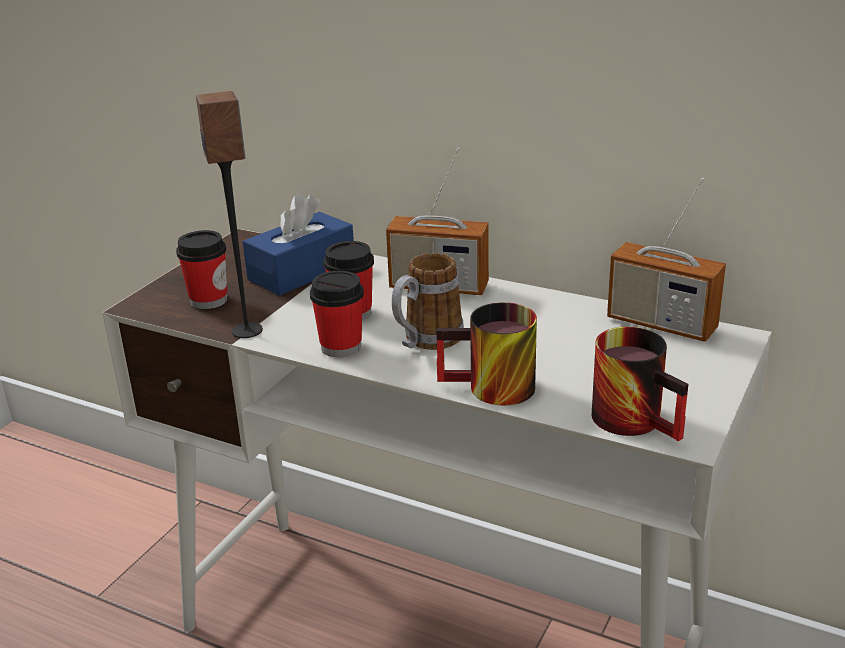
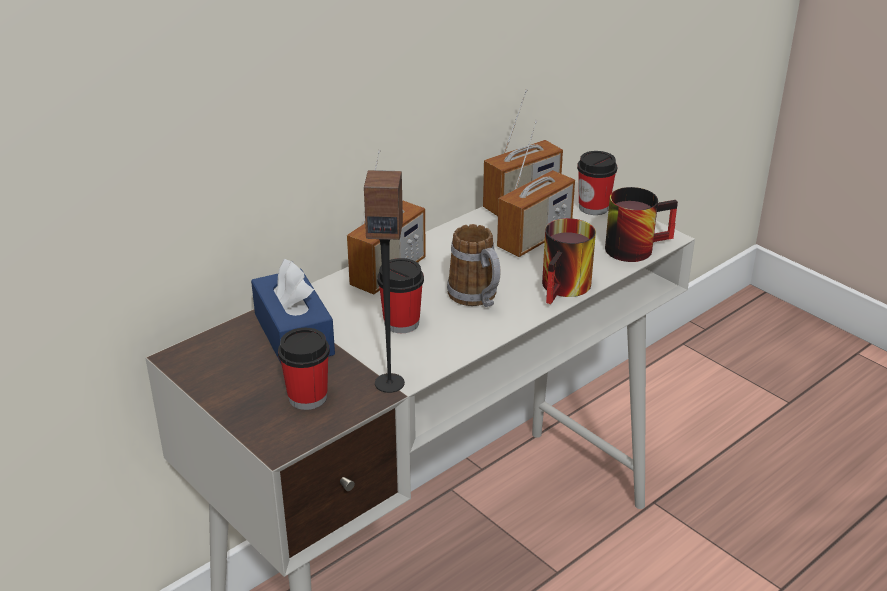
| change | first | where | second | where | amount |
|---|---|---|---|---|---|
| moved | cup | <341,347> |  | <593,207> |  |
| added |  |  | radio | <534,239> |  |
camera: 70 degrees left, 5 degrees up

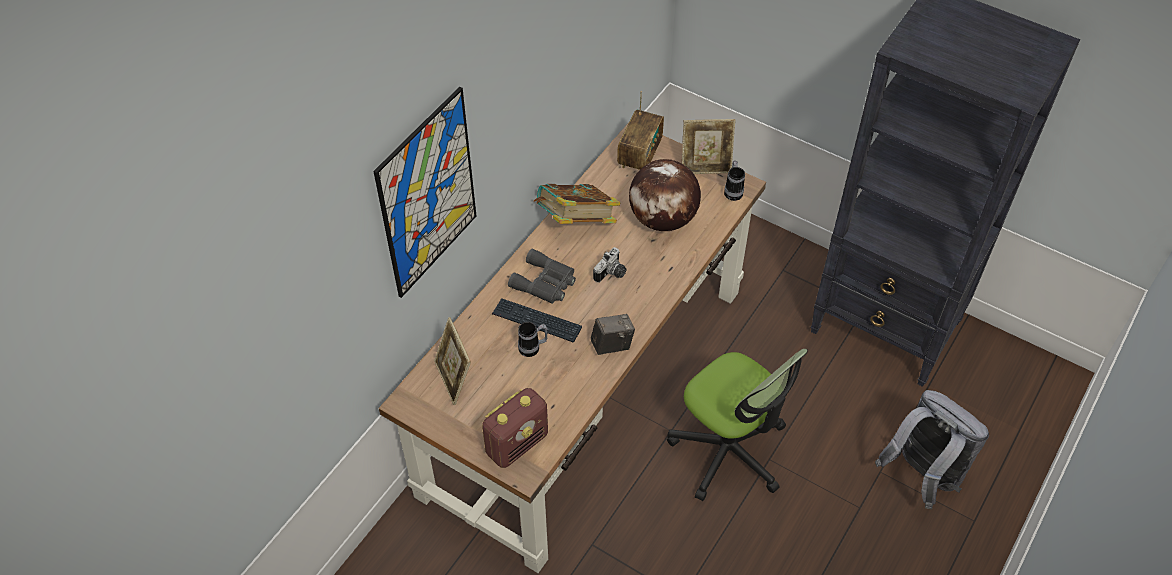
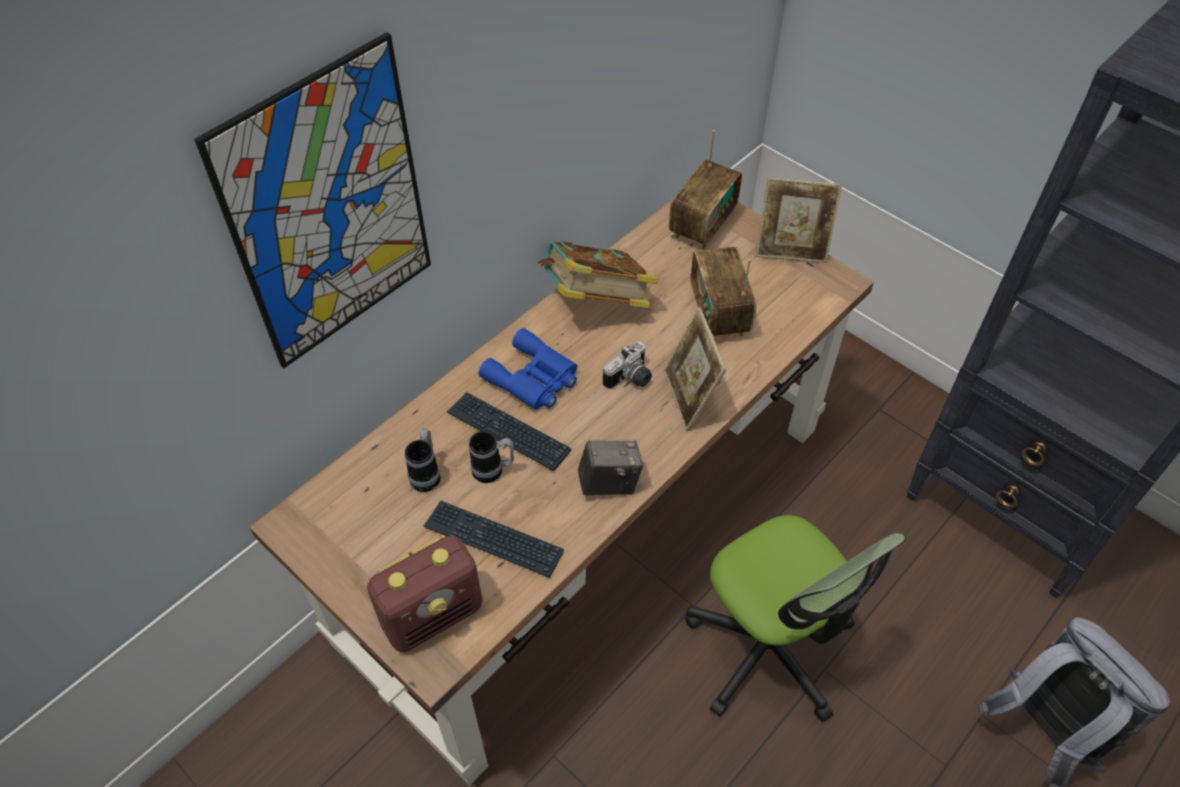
| change | first | where | second | where | amount |
|---|---|---|---|---|---|
| replaced | globe | <663,219> | radio | <719,313> |  |
| moved | mug | <733,191> |  | <427,474> |  |
| recoloured | binoculars in grey | <545,283> | binoculars in blue | <533,379> |  |
| moved | picture frame | <454,379> |  | <689,398> |  |
| added |  |  | keyboard | <493,540> |  |
camera: 10 degrees right, 0 degrees up

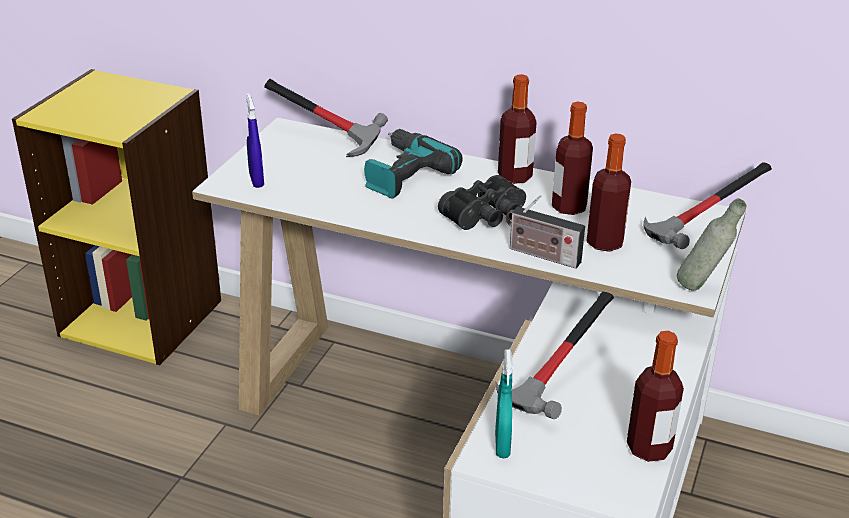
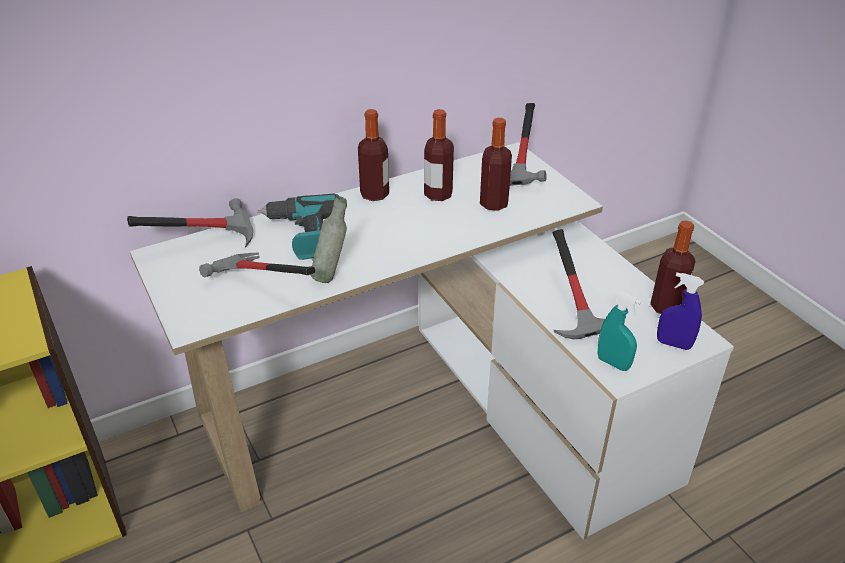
| change | first | where | second | where | amount |
|---|---|---|---|---|---|
| moved | spray bottle in blue | <256,180> |  | <673,344> |  |
| removed | binoculars in black | <487,216> |  |  |  |
| removed | radio | <541,255> |  |  |  |
| moved | bottle in grey | <702,288> |  | <332,276> |  |
| added |  |  | hammer | <258,288> |  |
camera: 50 degrees left, 5 degrees up

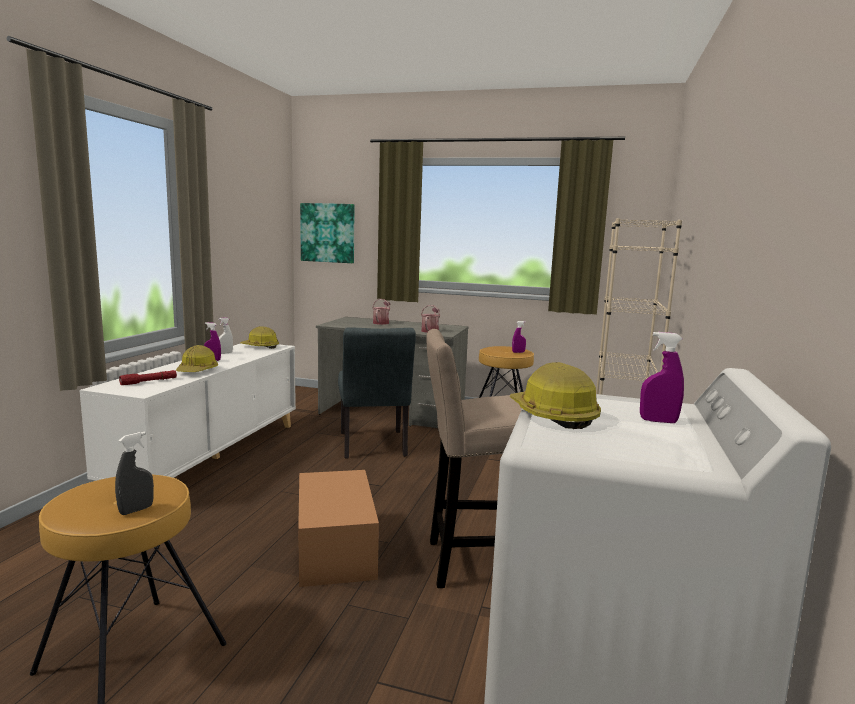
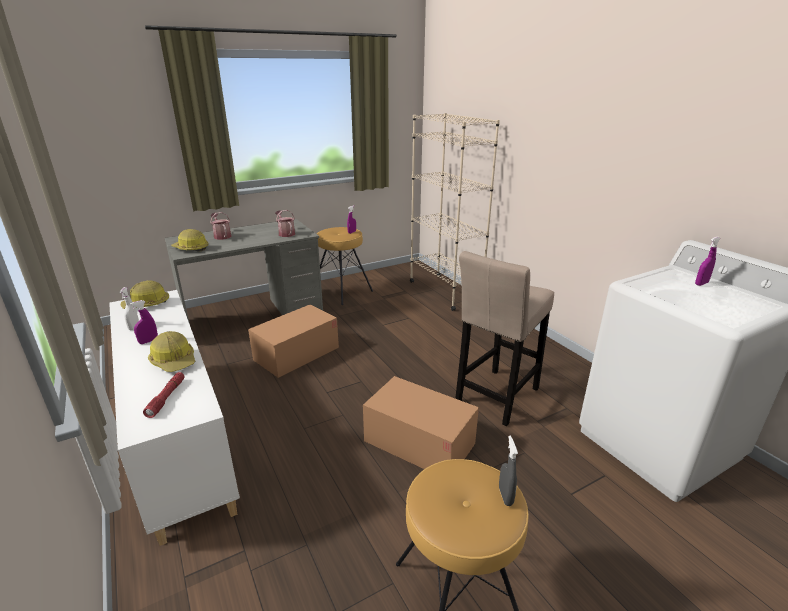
| change | first | where | second | where | amount |
|---|---|---|---|---|---|
| removed | picture | <328,233> |  |  |  |
| replaced | chair in grey | <373,447> | cardboard box | <296,353> |  |
| moved | hard hat | <553,416> |  | <191,248> |  |
camera: 45 degrees left, 15 degrees up

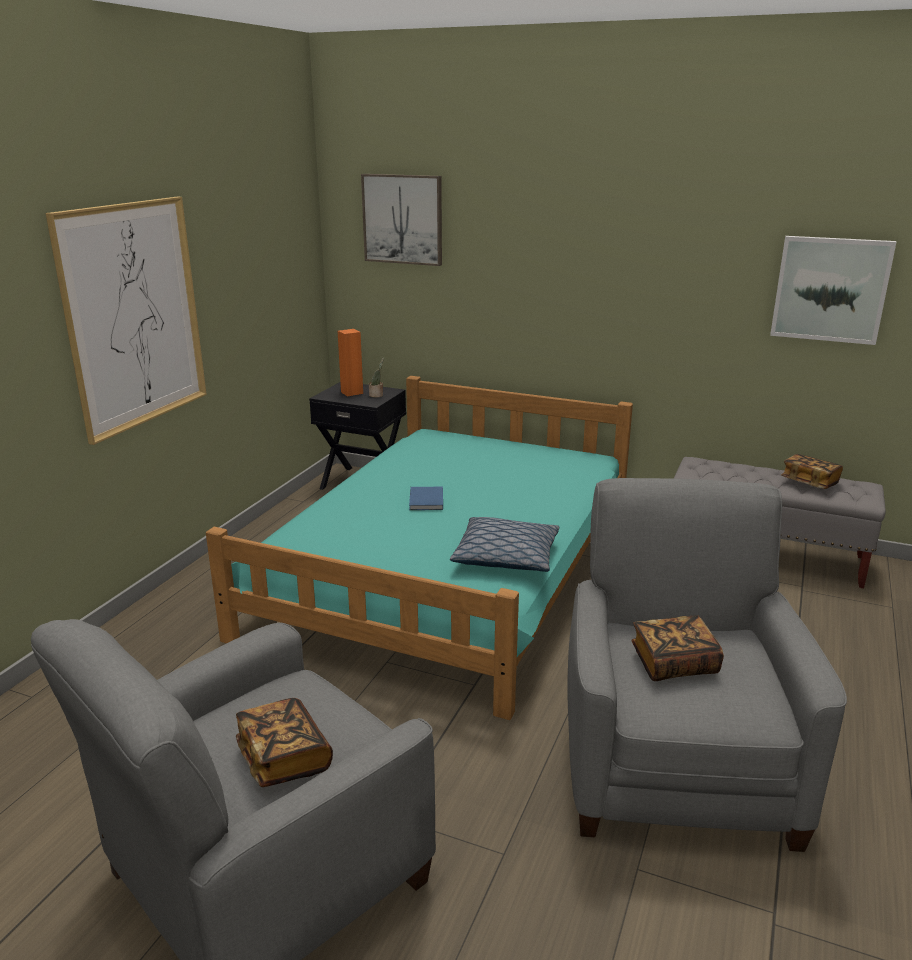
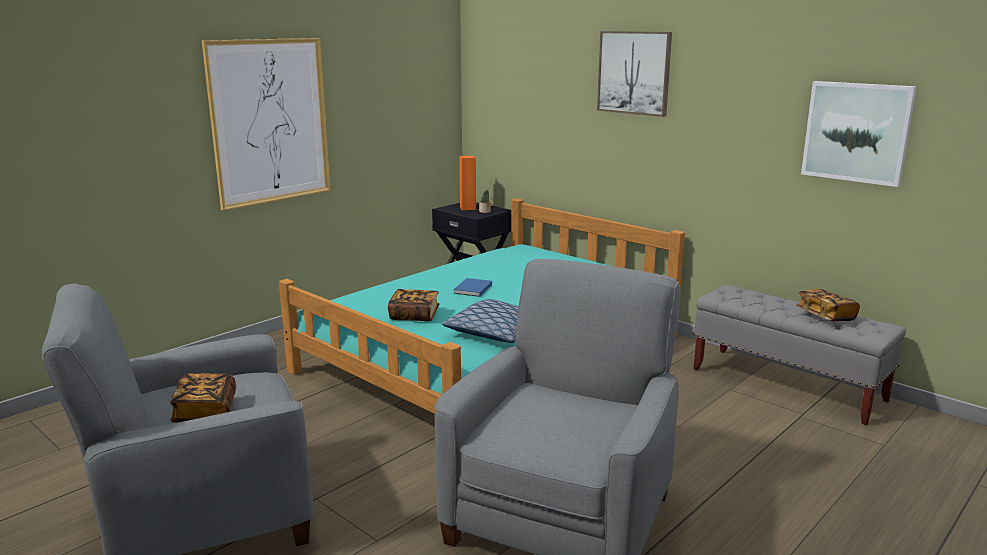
| change | first | where | second | where | amount |
|---|---|---|---|---|---|
| moved | picture | <403,219> |  | <634,72> |  |
| moved | book | <674,663> |  | <414,316> |  |
camera: 20 degrees right, 5 degrees down

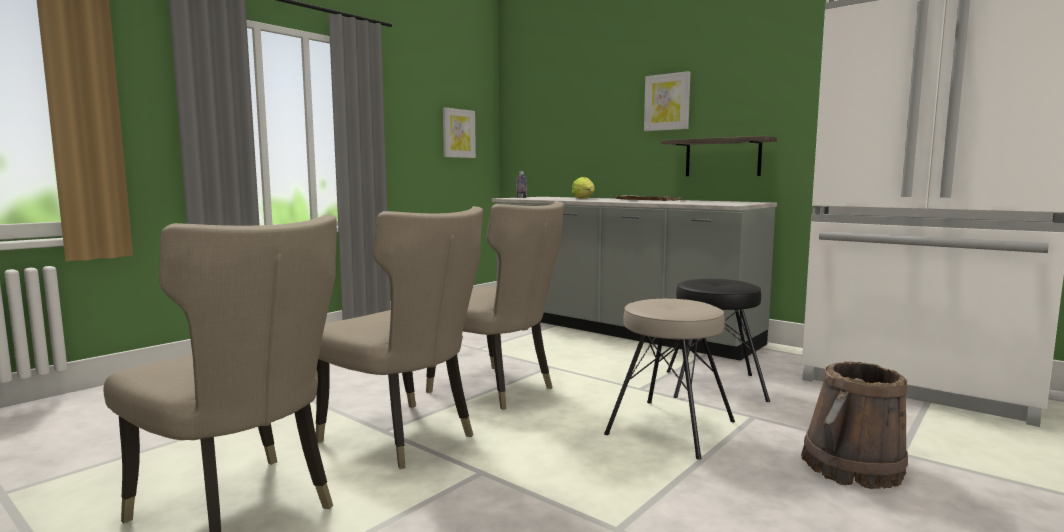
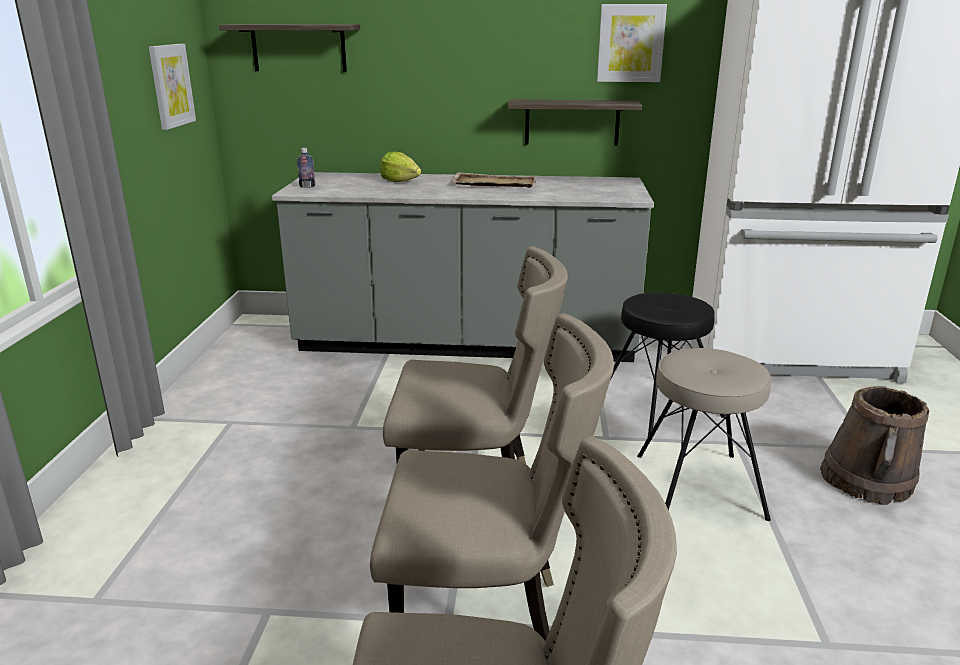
| change | first | where | second | where | amount |
|---|---|---|---|---|---|
| moved | picture | <667,102> |  | <630,43> |  |
| added |  |  | shelf | <298,48> |  |
camera: 35 degrees left, 15 degrees up

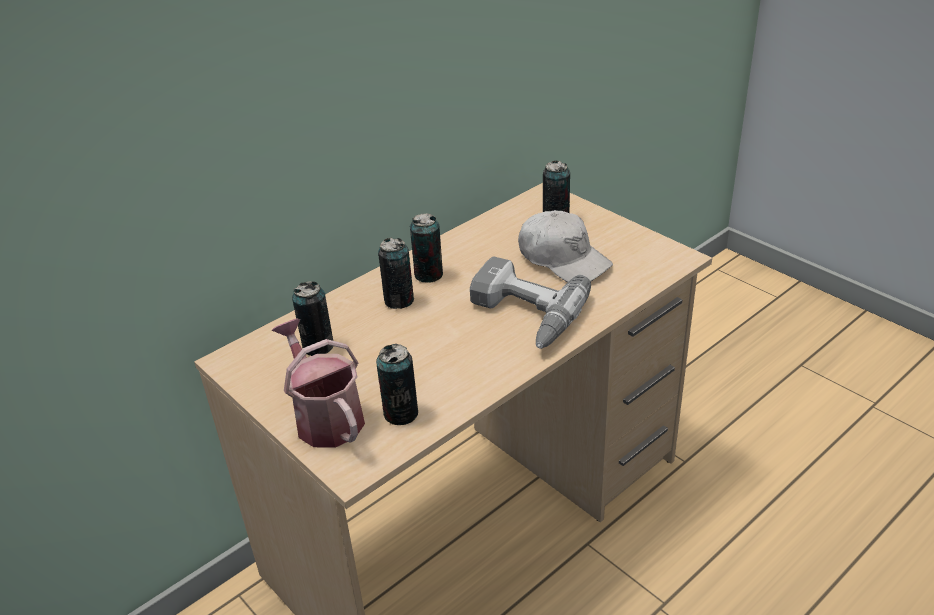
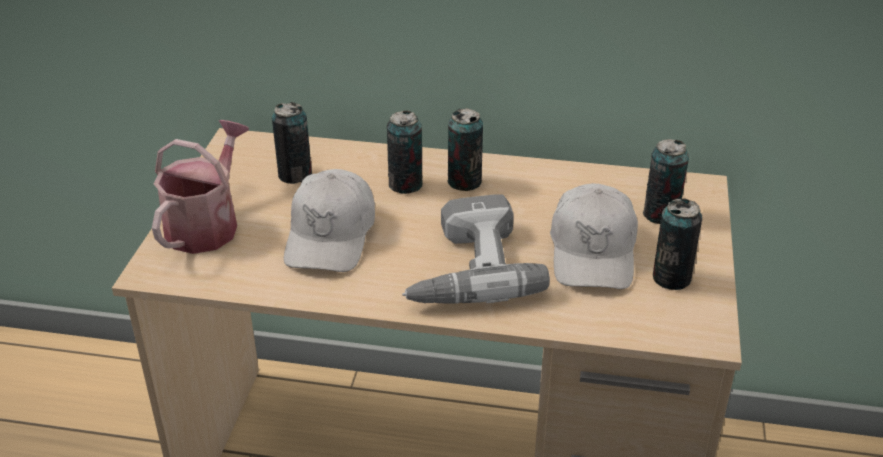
| change | first | where | second | where | amount |
|---|---|---|---|---|---|
| moved | can | <401,413> |  | <671,278> |  |
| added |  |  | cap in white | <331,236> |  |
camera: 50 degrees right, 0 degrees up

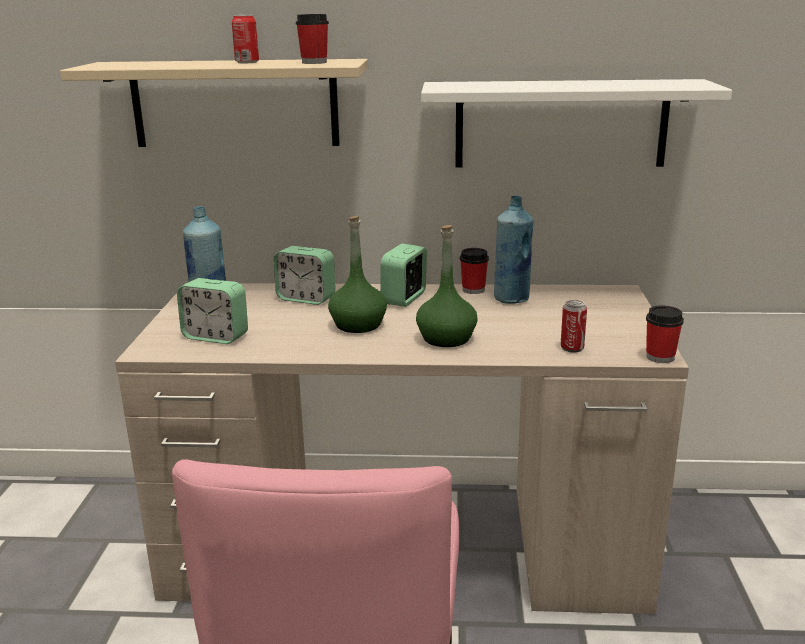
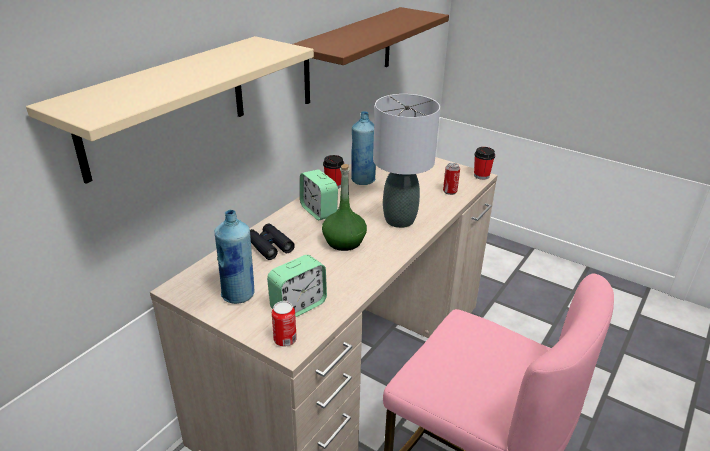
| change | first | where | second | where | amount |
|---|---|---|---|---|---|
| removed | cup | <314,62> |  |  |  |
| moved | can | <247,62> |  | <285,340> |  |
| recoloured | shelf in white | <560,124> | shelf in brown | <350,54> |  |
| replaced | bottle in green | <446,338> | table lamp in grey | <399,220> |  |
| replaced | alarm clock | <306,298> | binoculars in black | <269,246> |  |
camera: 60 degrees left, 10 degrees up

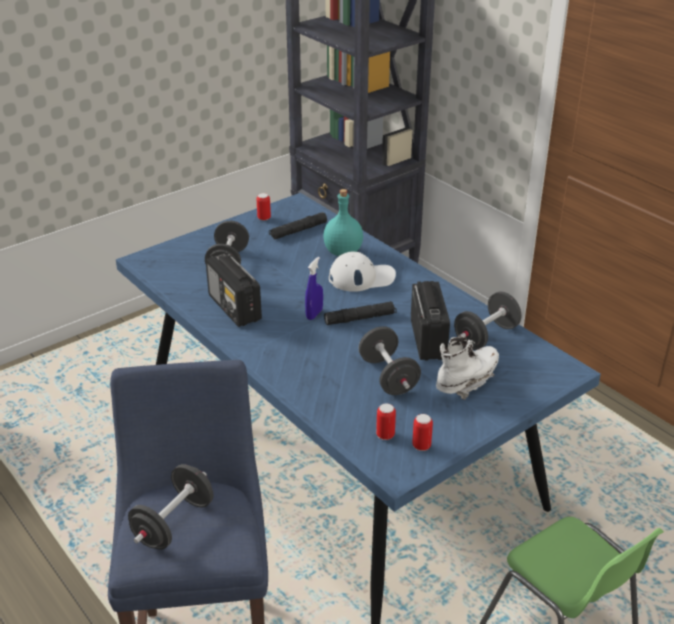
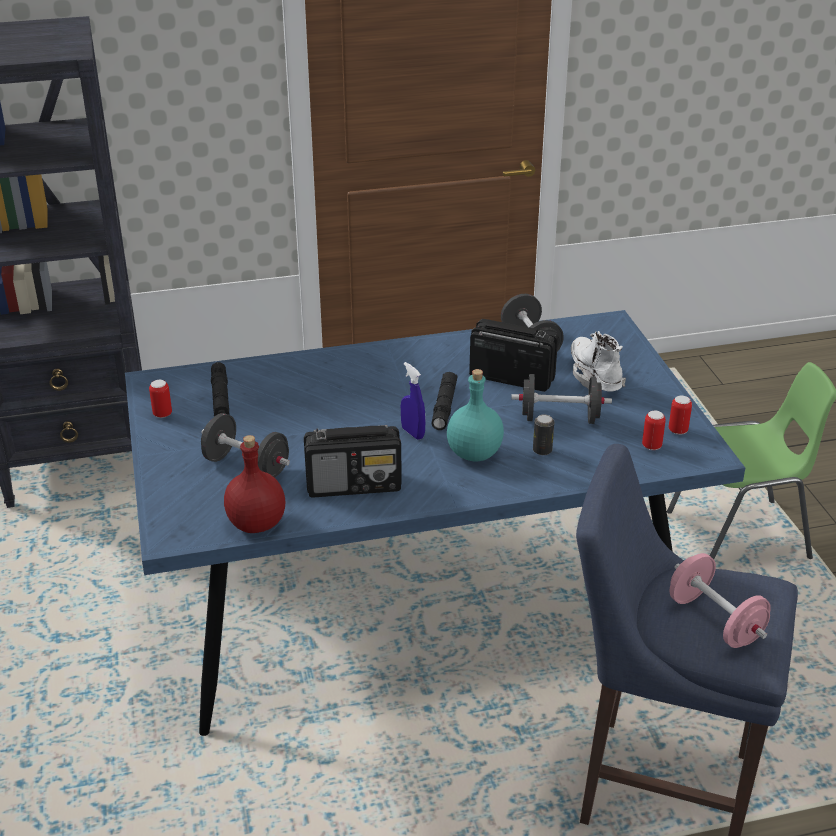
| change | first | where | second | where | amount |
|---|---|---|---|---|---|
| moved | bottle in turquoise | <342,252> |  | <475,454> |  |
| removed | cap in white | <362,277> |  |  |  |
| recoloured | dumbbell in black | <173,523> | dumbbell in pink | <715,621> |  |
| added |  |  | can | <542,450> |  |
| added |  |  | bottle in red | <257,523> |  |
camera: 65 degrees left, 0 degrees up

